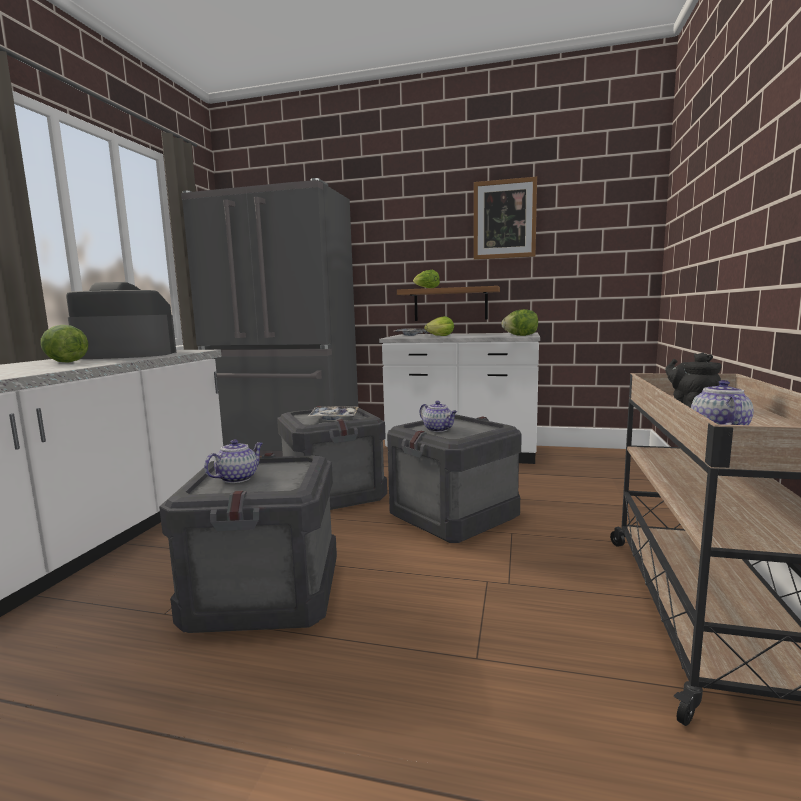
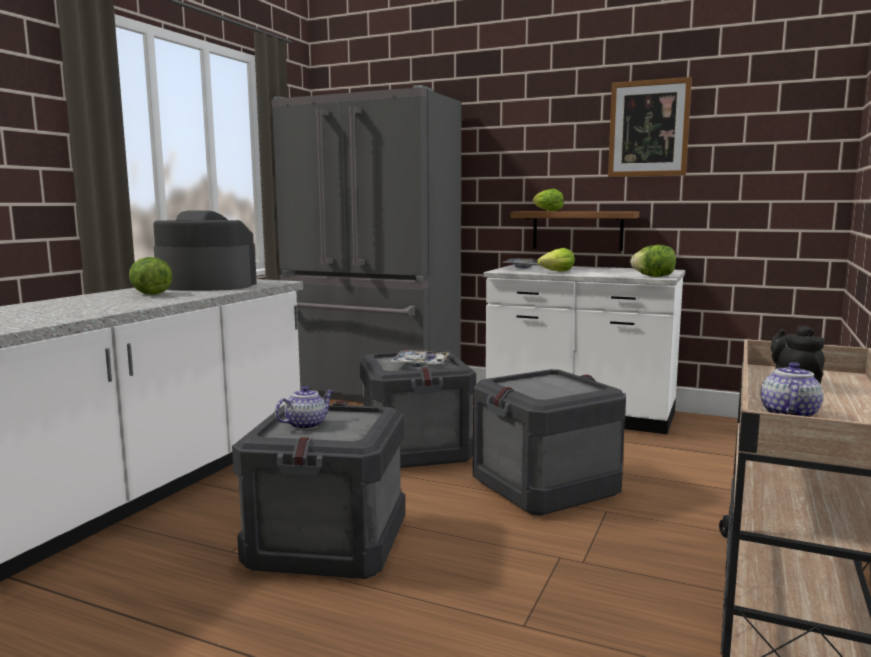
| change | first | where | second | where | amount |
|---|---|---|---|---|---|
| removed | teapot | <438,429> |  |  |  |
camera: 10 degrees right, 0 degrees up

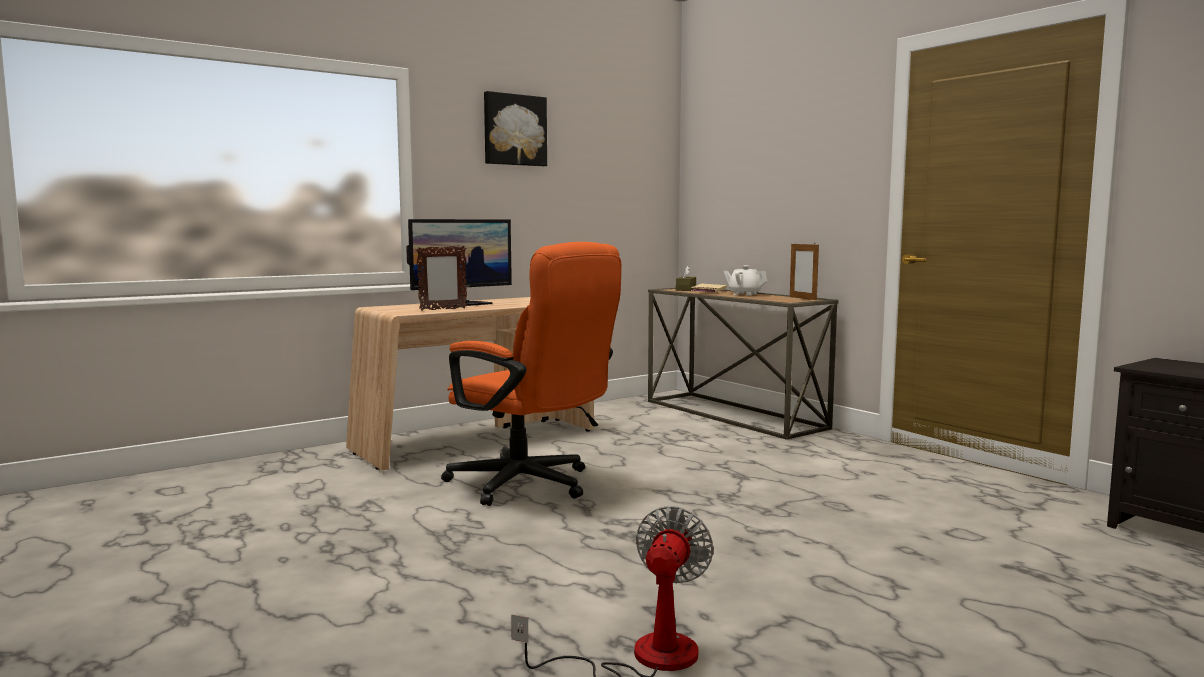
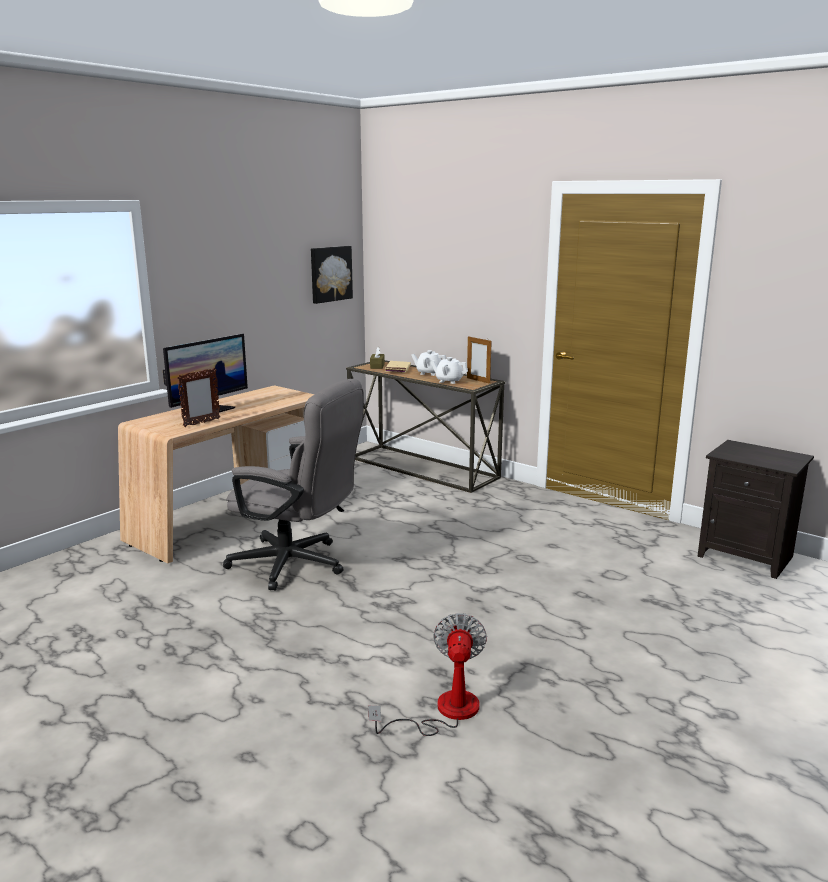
| change | first | where | second | where | amount |
|---|---|---|---|---|---|
| moved | picture | <514,130> |  | <330,274> |  |
| recoloured | office chair in orange | <531,486> | office chair in grey | <297,565> |  |
| added |  |  | teapot in white | <449,381> |  |
camera: 15 degrees left, 10 degrees up

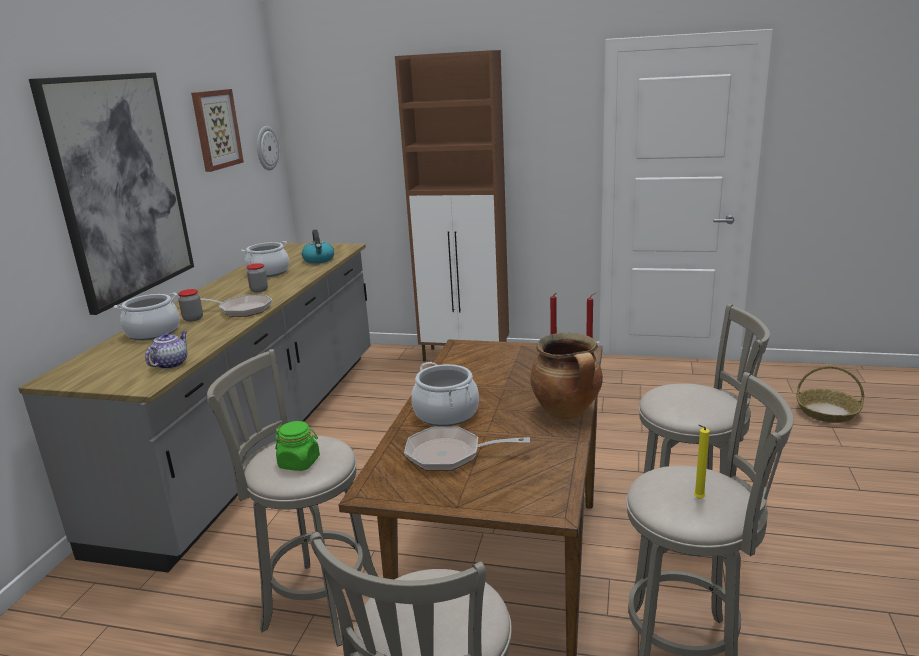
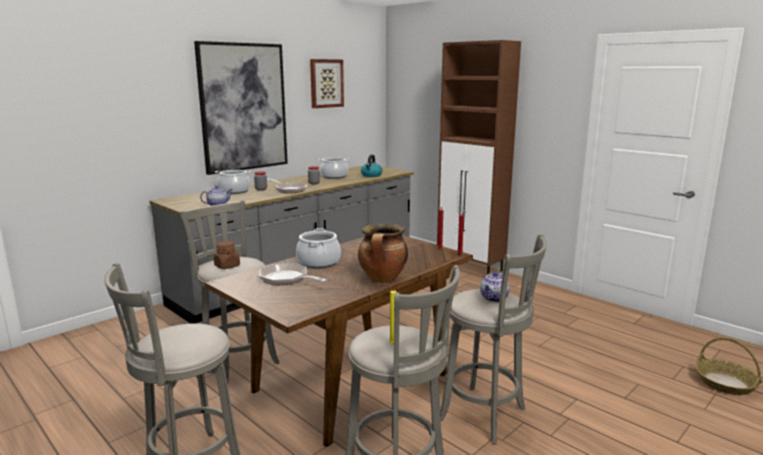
| change | first | where | second | where | amount |
|---|---|---|---|---|---|
| removed | wall clock | <266,148> |  |  |  |
| recoloured | jar in green | <299,463> | jar in brown | <227,266> |  |
| added |  |  | teapot | <494,298> |  |
camera: 30 degrees right, 5 degrees down

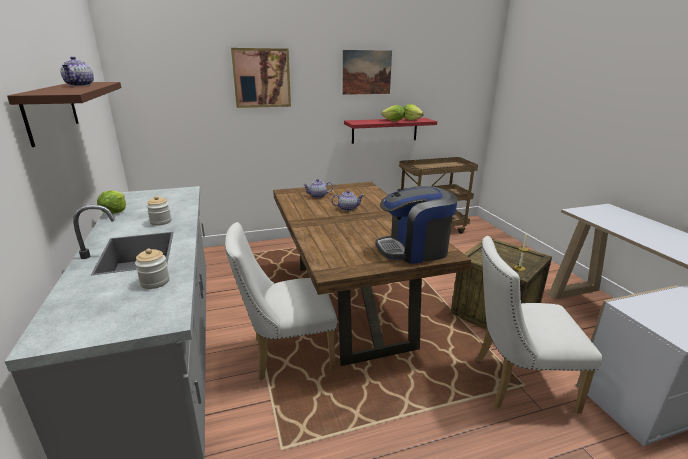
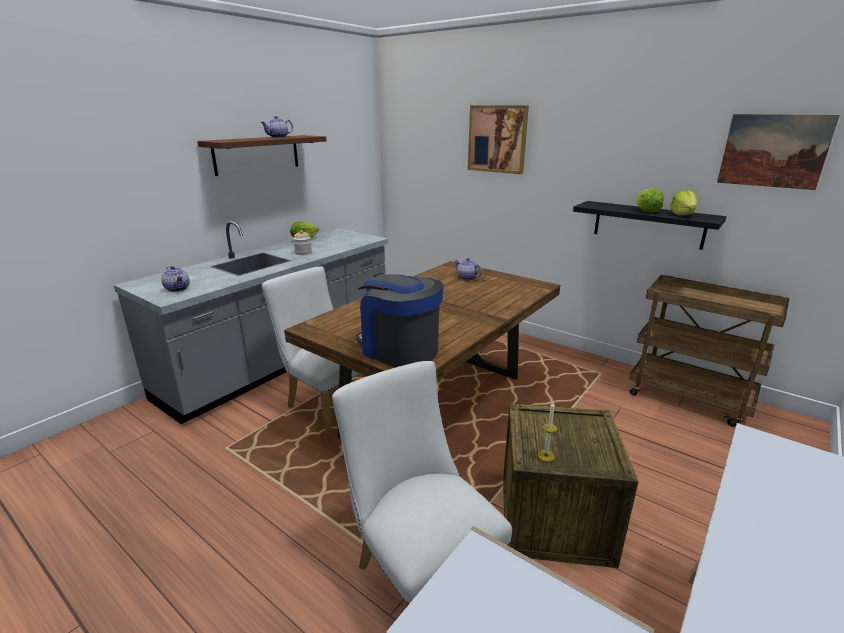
| change | first | where | second | where | amount |
|---|---|---|---|---|---|
| moved | picture | <367,72> |  | <773,151> |  |
| recoloured | shelf in red | <384,130> | shelf in black | <648,224> |  |
| moved | teapot | <347,208> |  | <178,289> |  |
| removed | jar | <155,282> |  |  |  |
camera: 55 degrees right, 0 degrees up

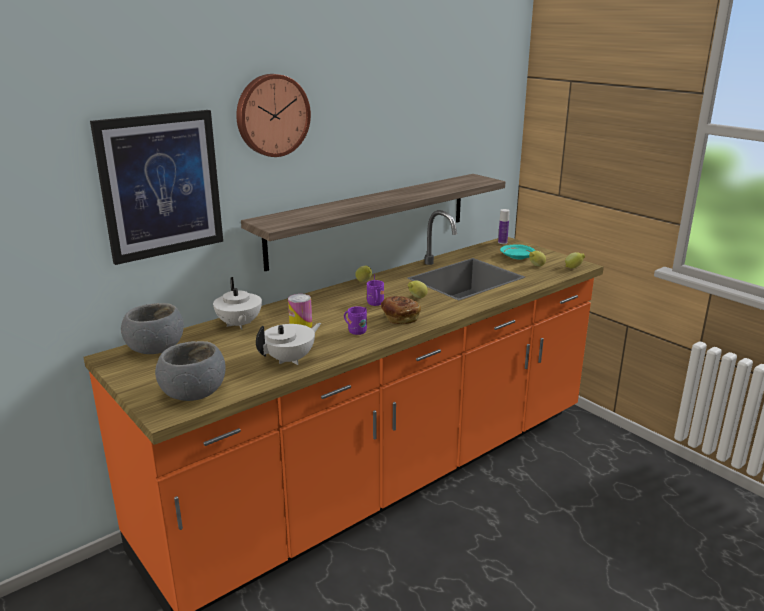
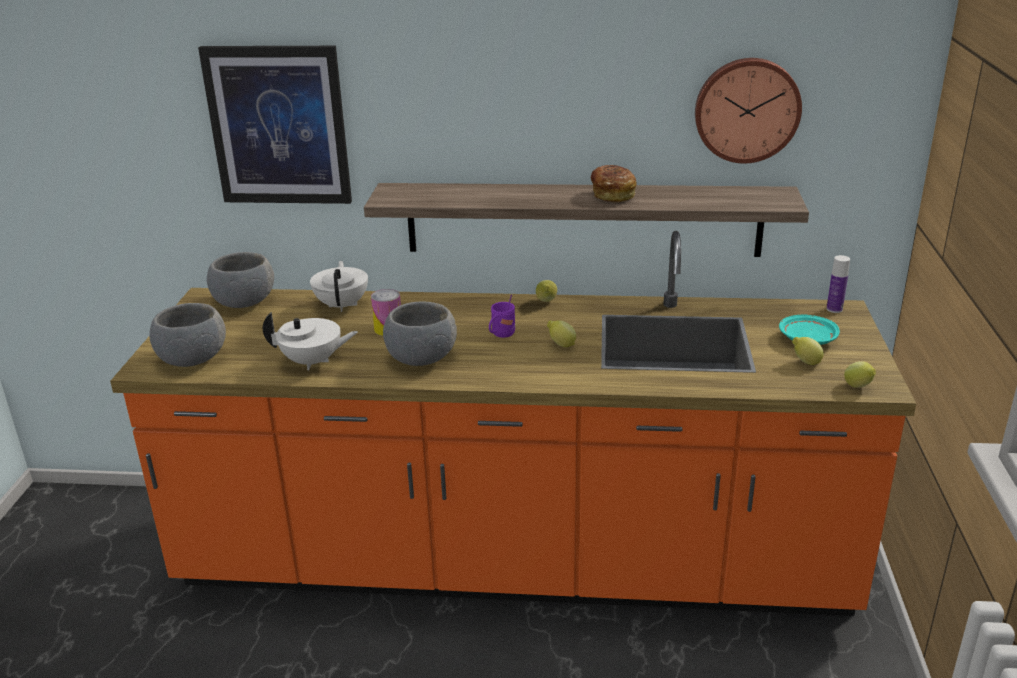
| change | first | where | second | where | amount |
|---|---|---|---|---|---|
| moved | wall clock | <272,115> |  | <746,109> |  |
| turned | teapot in white | <239,325> |  | <342,305> | 150 degrees clockwise |
| moved | bread | <399,318> |  | <613,195> |  |
| replaced | mug in purple | <355,331> | bowl in grey | <421,358> |  |
camera: 45 degrees right, 5 degrees up

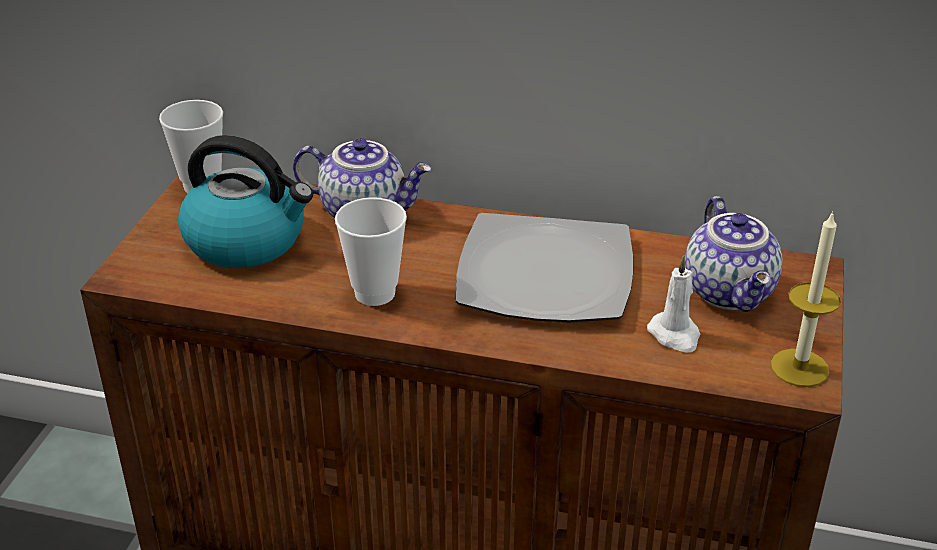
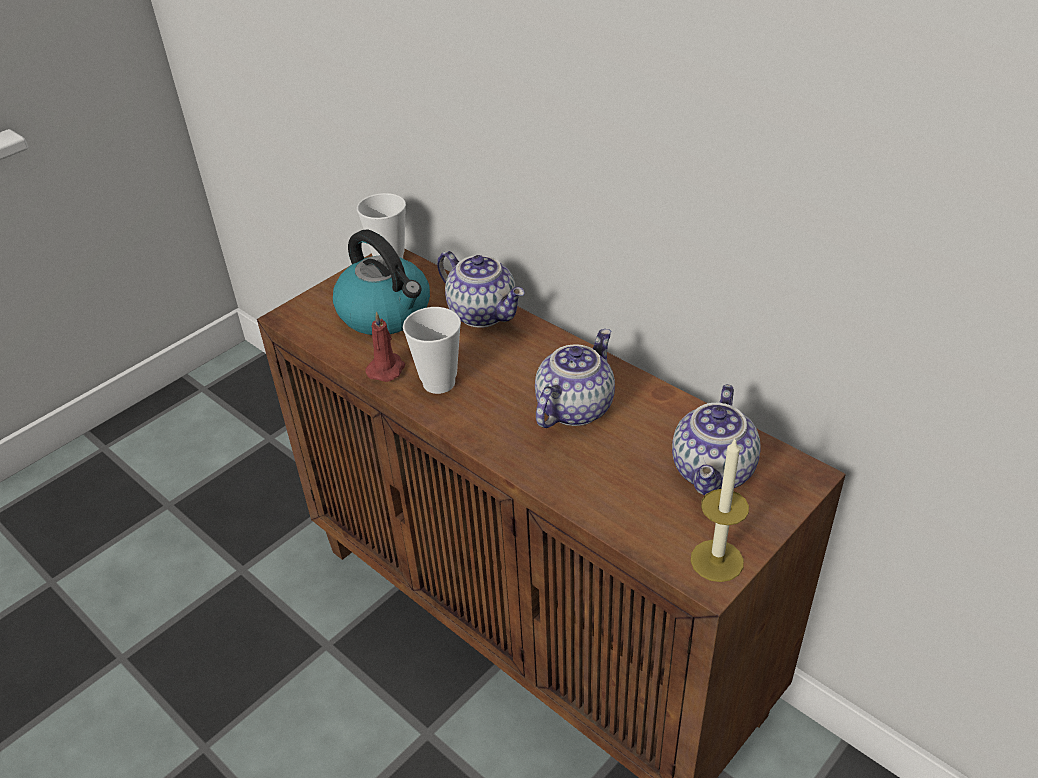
| change | first | where | second | where | amount |
|---|---|---|---|---|---|
| replaced | plate | <543,275> | teapot | <573,407> |  |
| removed | candle in white | <675,335> |  |  |  |
| added |  |  | candle in red | <387,369> |  |
camera: 30 degrees right, 5 degrees up

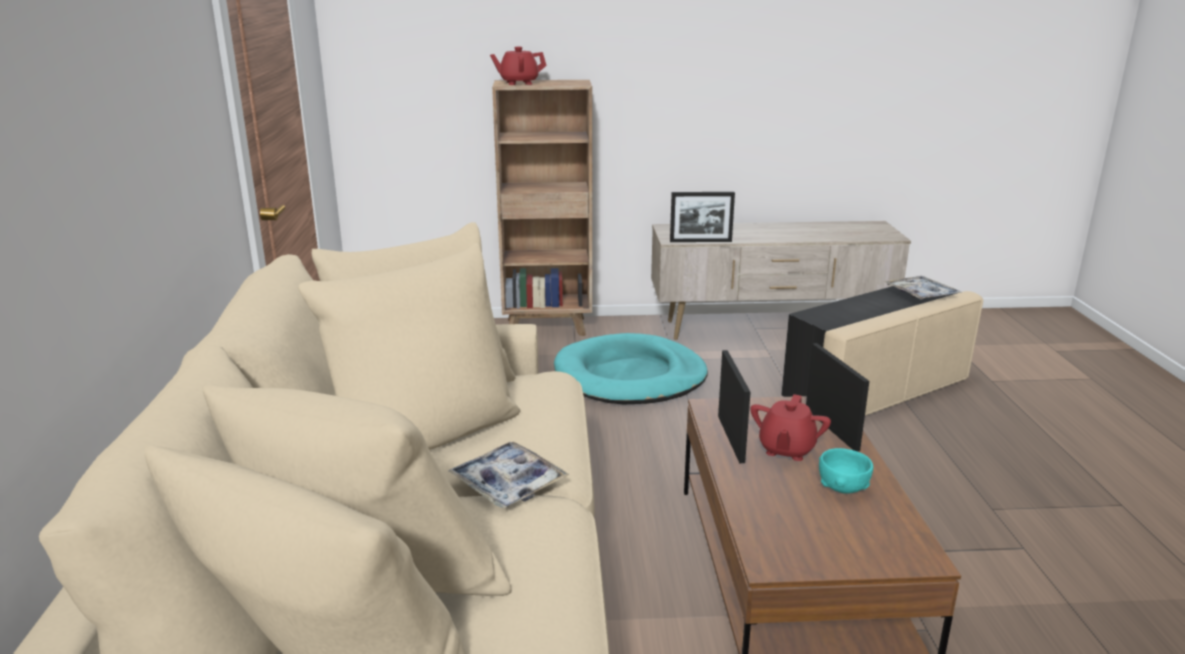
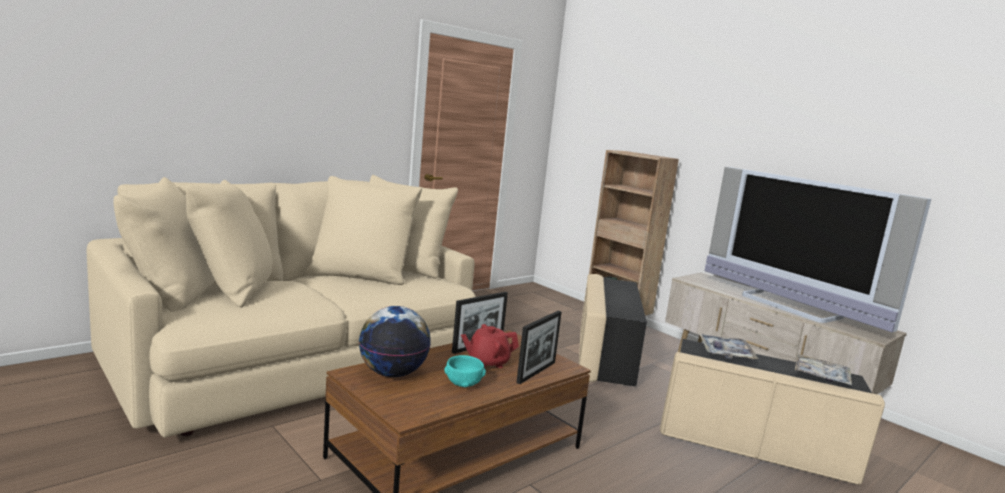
| change | first | where | second | where | amount |
|---|---|---|---|---|---|
| removed | teapot in red | <519,83> |  |  |  |
| removed | picture frame | <700,241> |  |  |  |
| replaced | dog bed in turquoise | <630,376> | ottoman in beige | <604,356> |  |
| moved | tray | <508,484> |  | <726,352> |  |
| added |  |  | television | <789,306> |  |
| added |  |  | globe | <393,373> |  |
camera: 50 degrees right, 10 degrees down

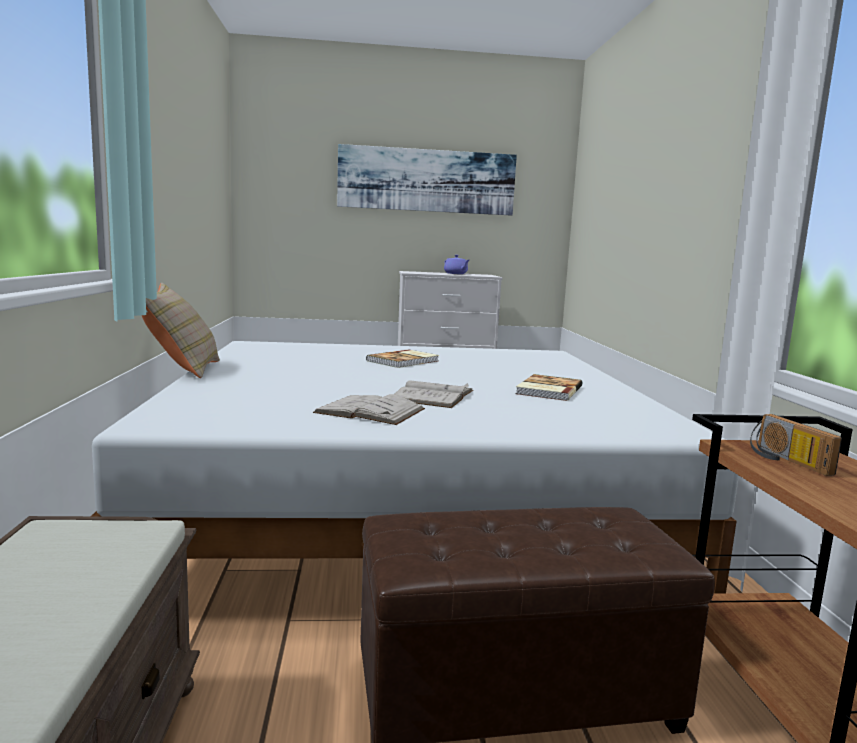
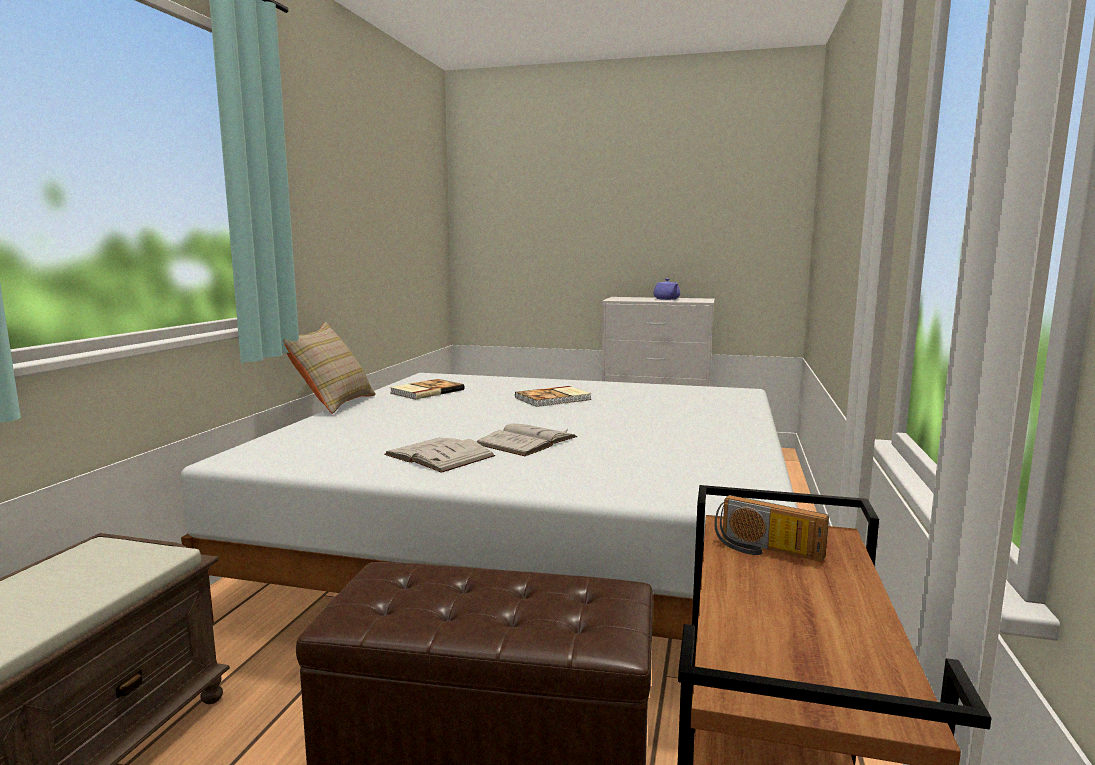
| change | first | where | second | where | amount |
|---|---|---|---|---|---|
| removed | picture | <426,180> |  |  |  |
| moved | book | <547,390> |  | <426,391> |  |
| turned | radio | <785,460> |  | <765,550> | 60 degrees counterclockwise |
camera: 20 degrees right, 0 degrees up

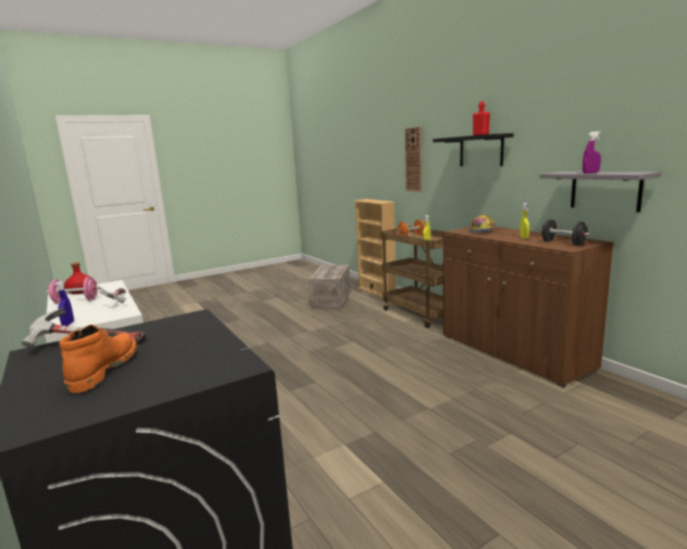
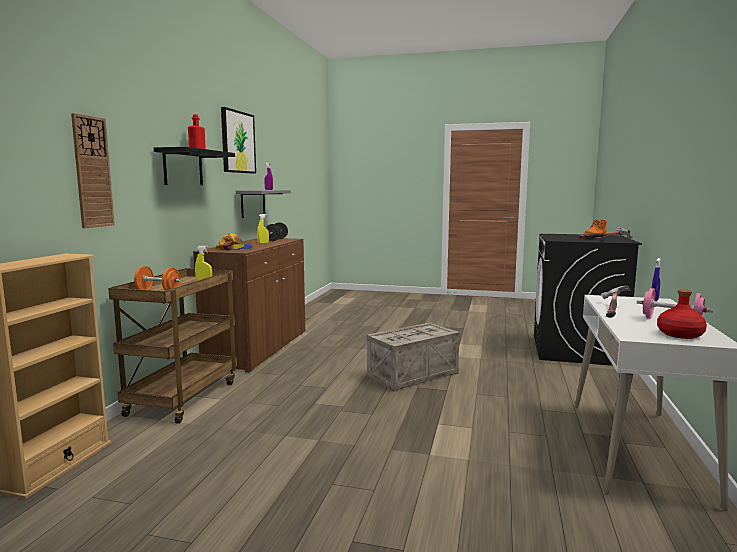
| change | first | where | second | where | amount |
|---|---|---|---|---|---|
| moved | crate | <331,300> |  | <413,374> |  |
| added |  |  | picture | <237,142> |  |
camera: 135 degrees left, 5 degrees down

